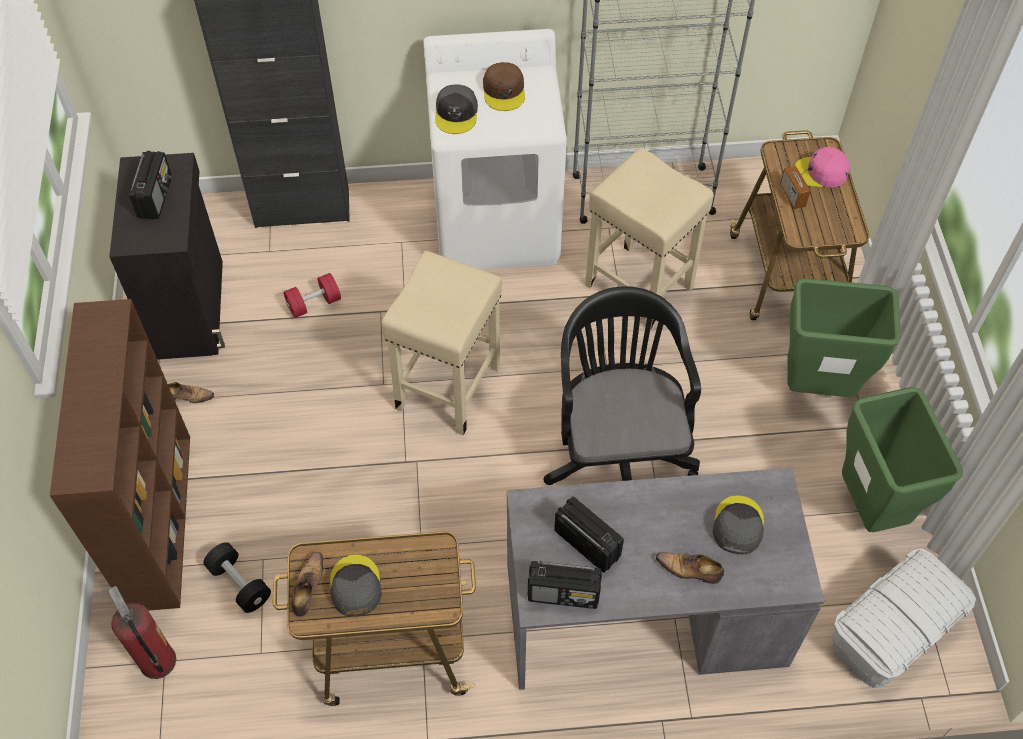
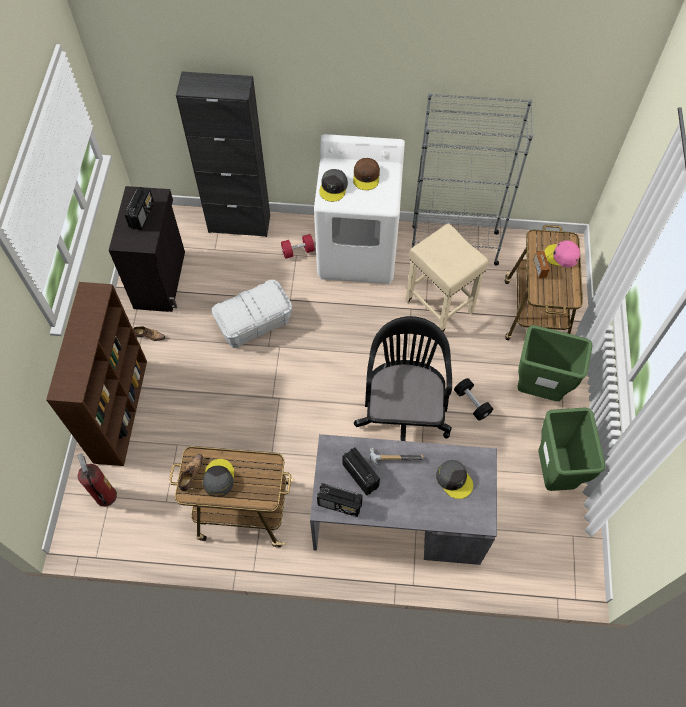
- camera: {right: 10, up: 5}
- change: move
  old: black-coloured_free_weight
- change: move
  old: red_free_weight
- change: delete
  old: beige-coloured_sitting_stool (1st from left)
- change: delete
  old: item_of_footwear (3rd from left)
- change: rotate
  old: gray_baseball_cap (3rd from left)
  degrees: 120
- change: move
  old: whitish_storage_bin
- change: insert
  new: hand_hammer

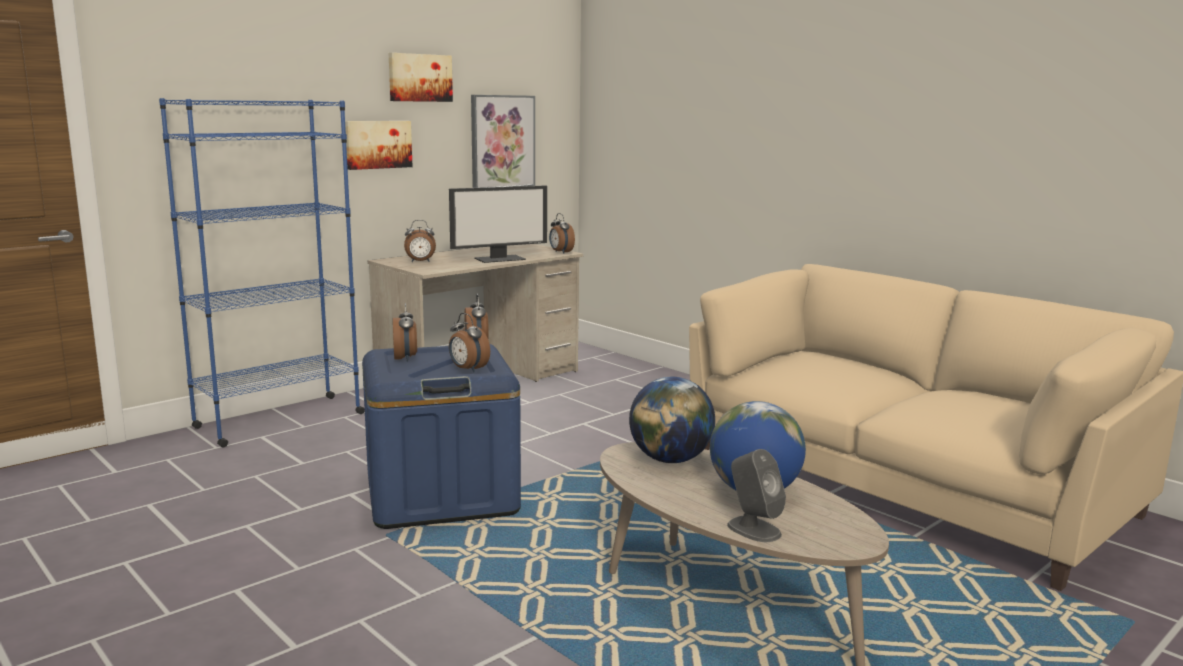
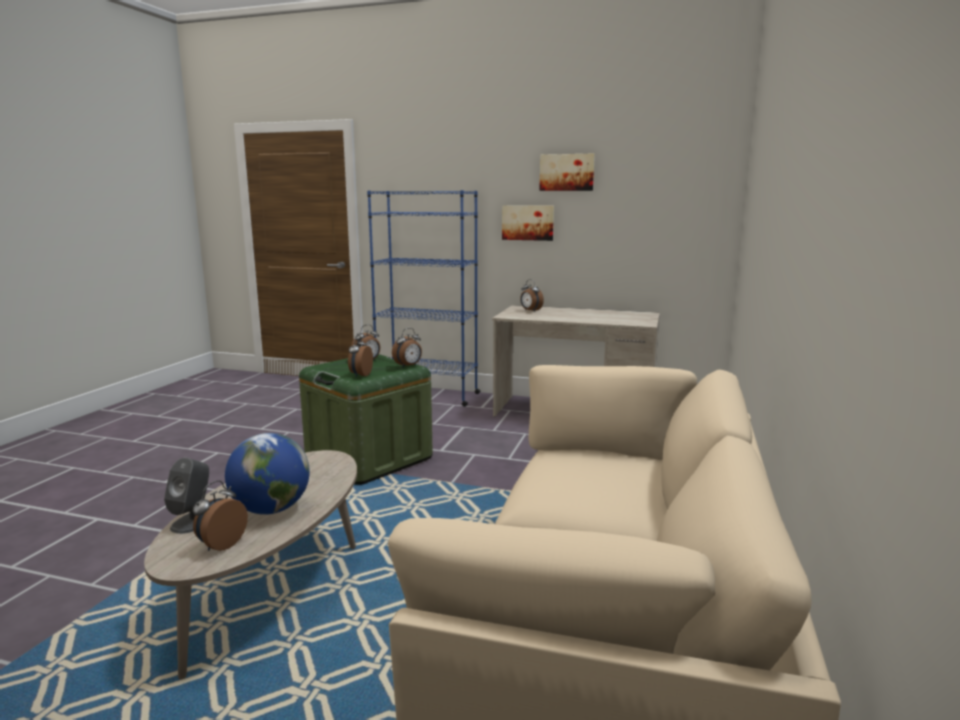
- camera: {right: 60, up: 0}
- change: recolor
  old: blue-coloured_storage_bin
  new: green_storage_bin
- change: delete
  old: computer_screen
- change: delete
  old: picture (3rd from left)
- change: move
  old: alarm_clock (5th from left in the first image)
  new: alarm_clock (1st from left)
- change: delete
  old: globe (1st from left)

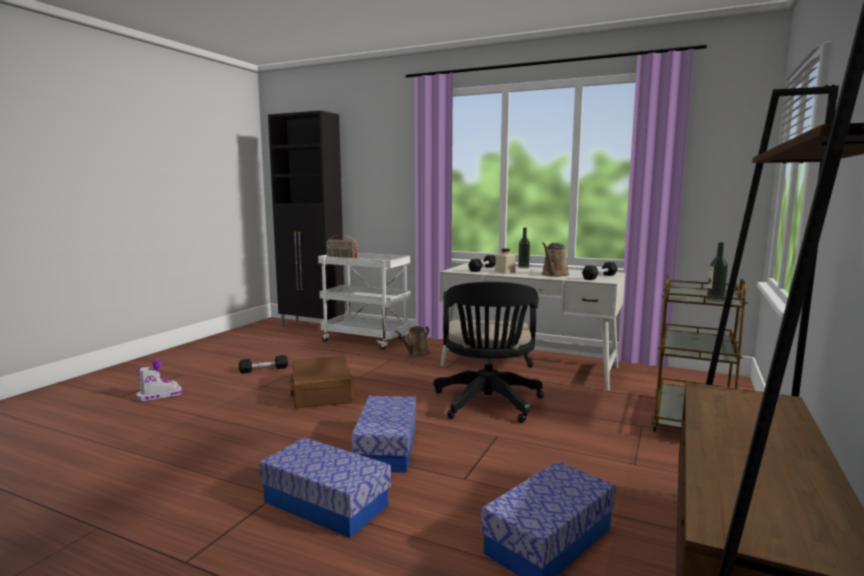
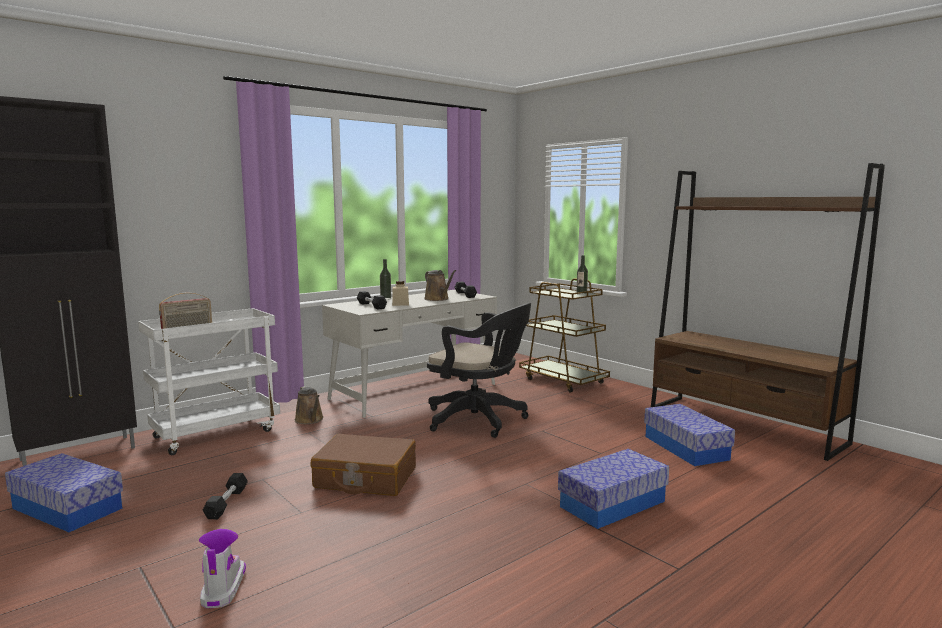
- camera: {right: -65, up: 0}
- change: move
  old: storage_bin (2nd from left in the first image)
  new: storage_bin (1st from left)

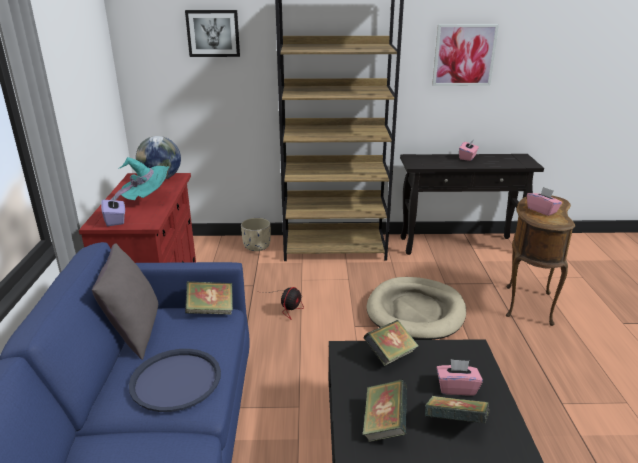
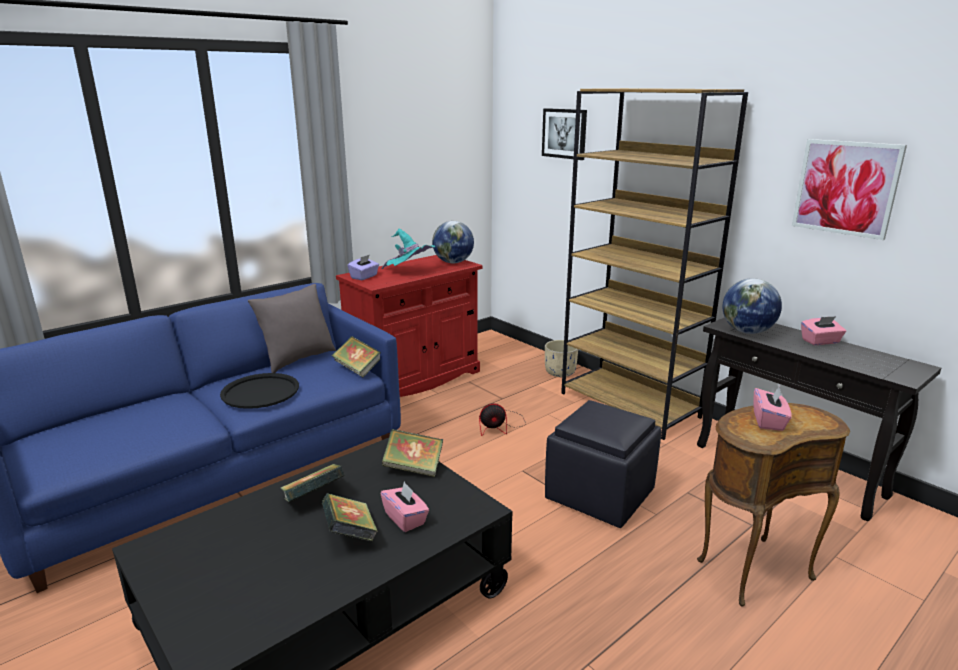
- camera: {right: 50, up: -5}
- change: recolor
  old: blue-coloured_carrying_tray
  new: black-coloured_carrying_tray
- change: replace
  old: beige-coloured_dog_bed
  new: black-coloured_ottoman
- change: insert
  new: globe (2nd from left)

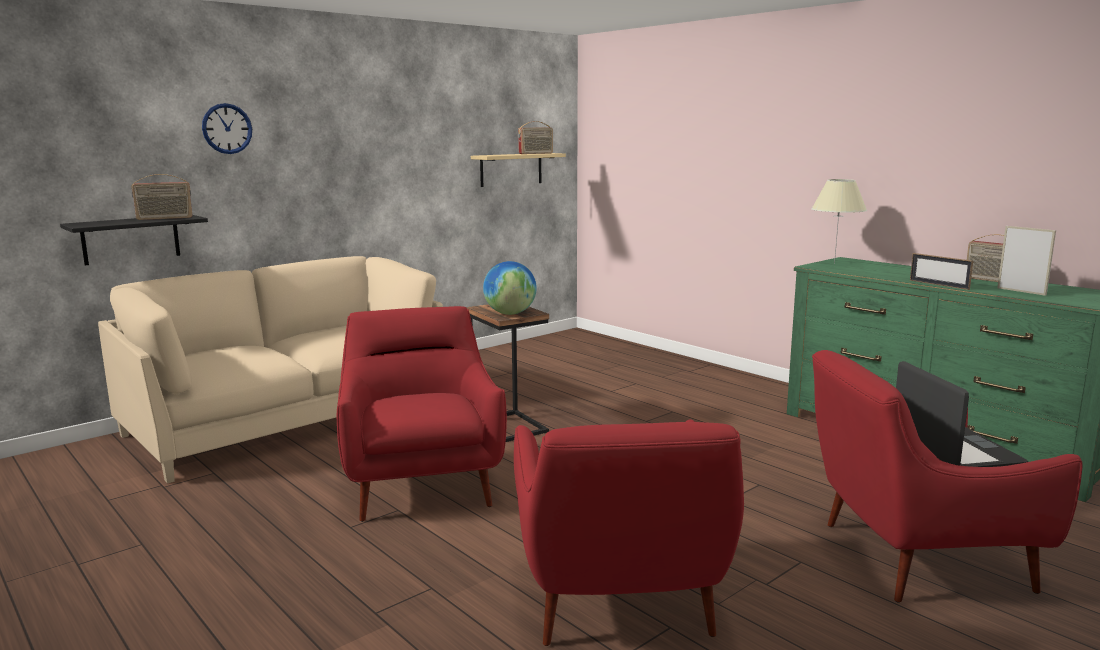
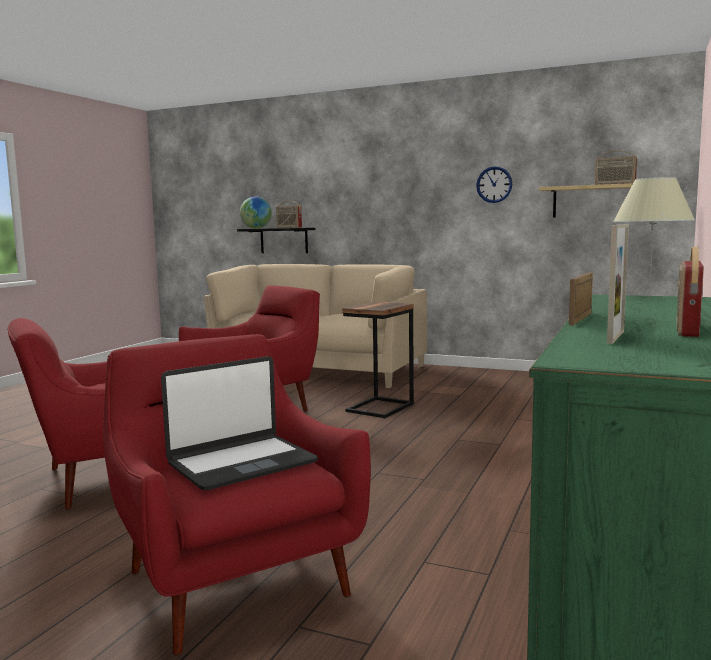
- camera: {right: 65, up: -5}
- change: move
  old: clock_on_the_wall
- change: move
  old: globe

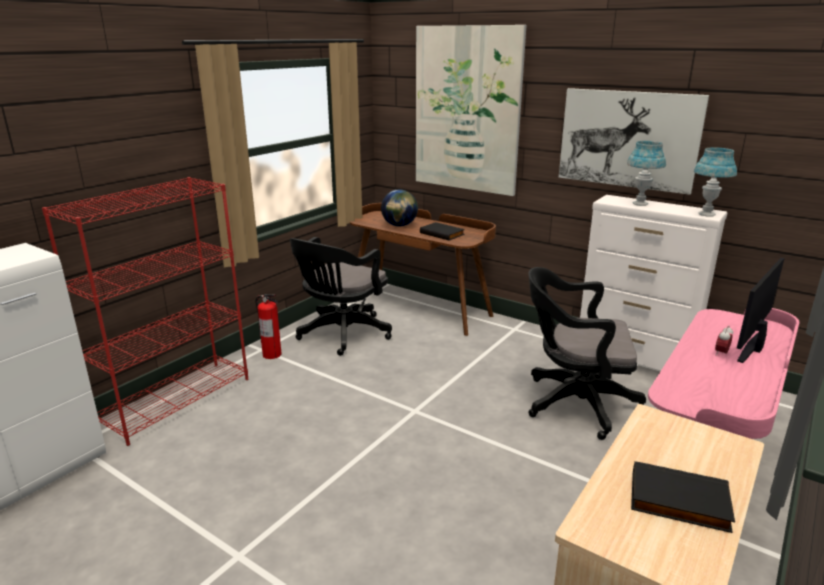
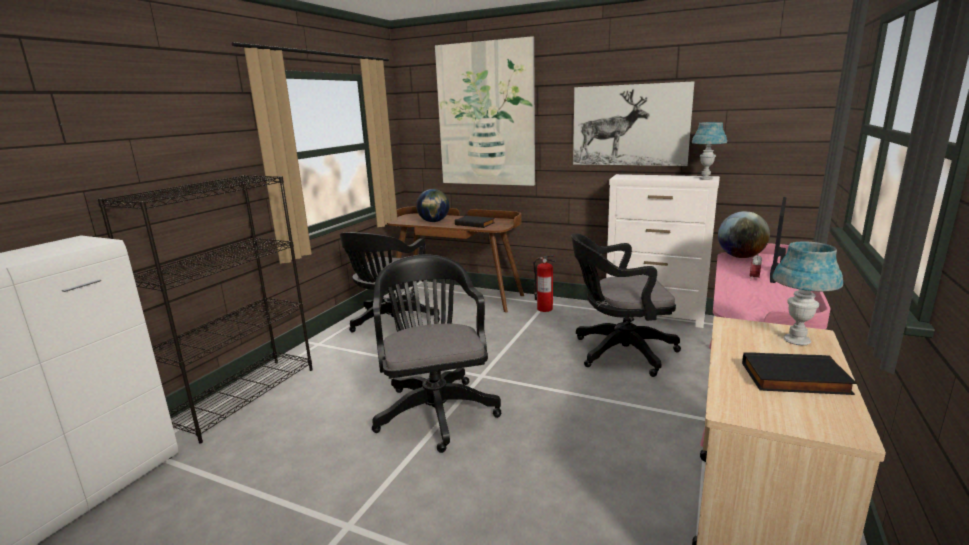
- camera: {right: -10, up: -5}
- change: recolor
  old: red_bookshelf
  new: black-coloured_bookshelf
- change: move
  old: fire-fighting_cylinder
- change: move
  old: blue-coloured_table_lamp (1st from left in the first image)
  new: blue-coloured_table_lamp (2nd from left)
- change: insert
  new: black-coloured_computer_chair (2nd from left)
- change: insert
  new: globe (2nd from left)

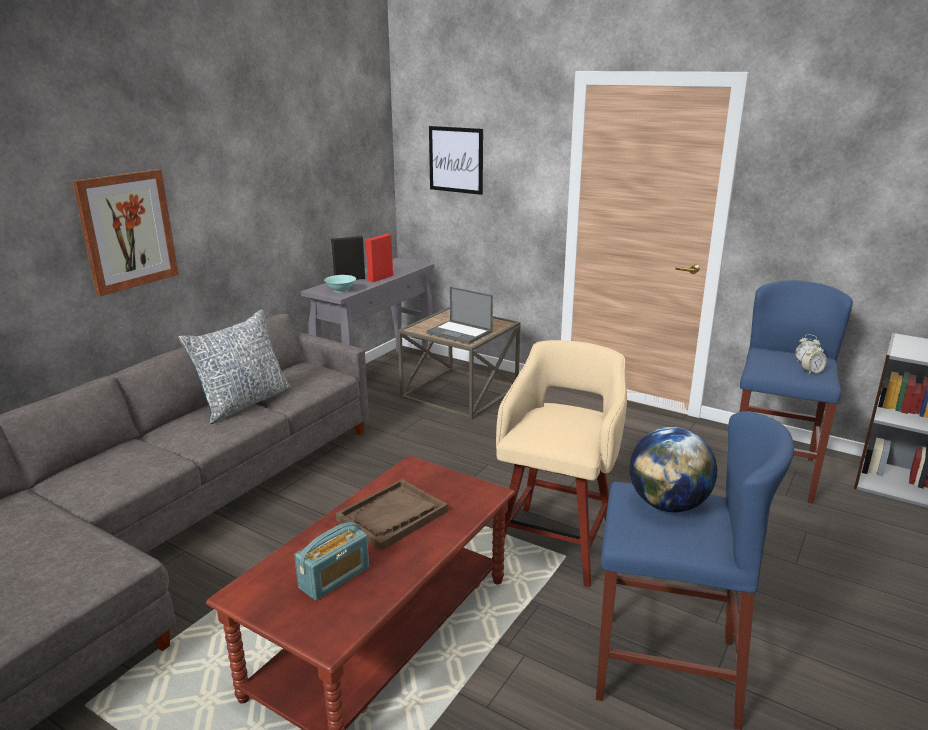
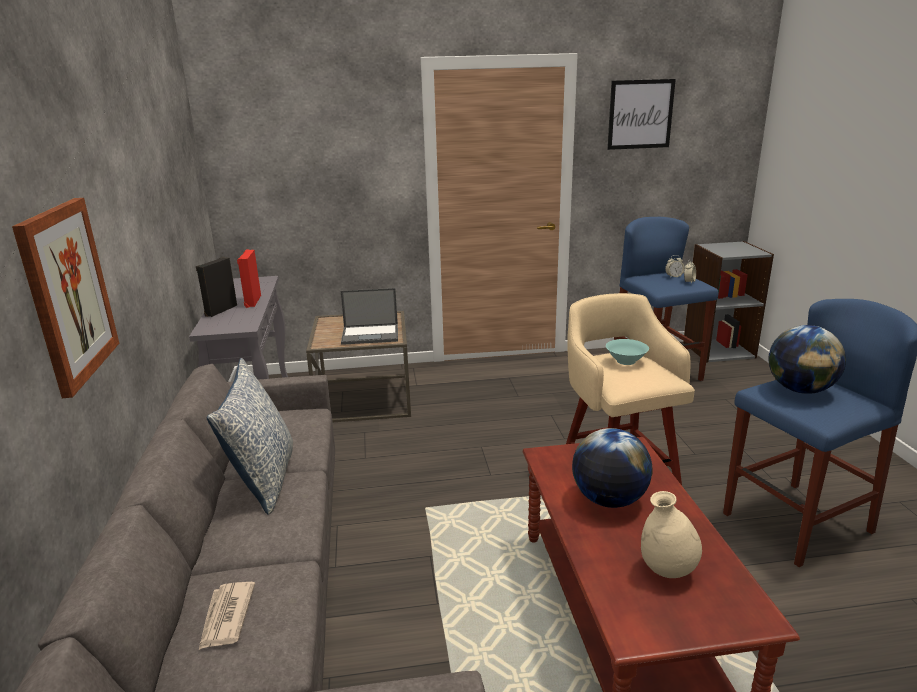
- camera: {right: -40, up: 0}
- change: replace
  old: radio
  new: beige-coloured_vase
- change: move
  old: turquoise_deep_dish
- change: replace
  old: brown_carrying_tray
  new: globe (1st from left)
- change: move
  old: picture (2nd from left)
- change: insert
  new: newspaper

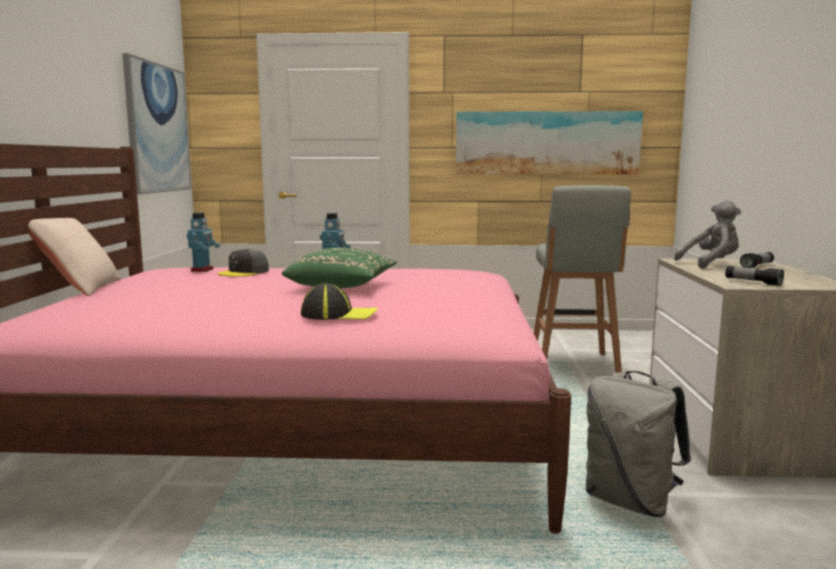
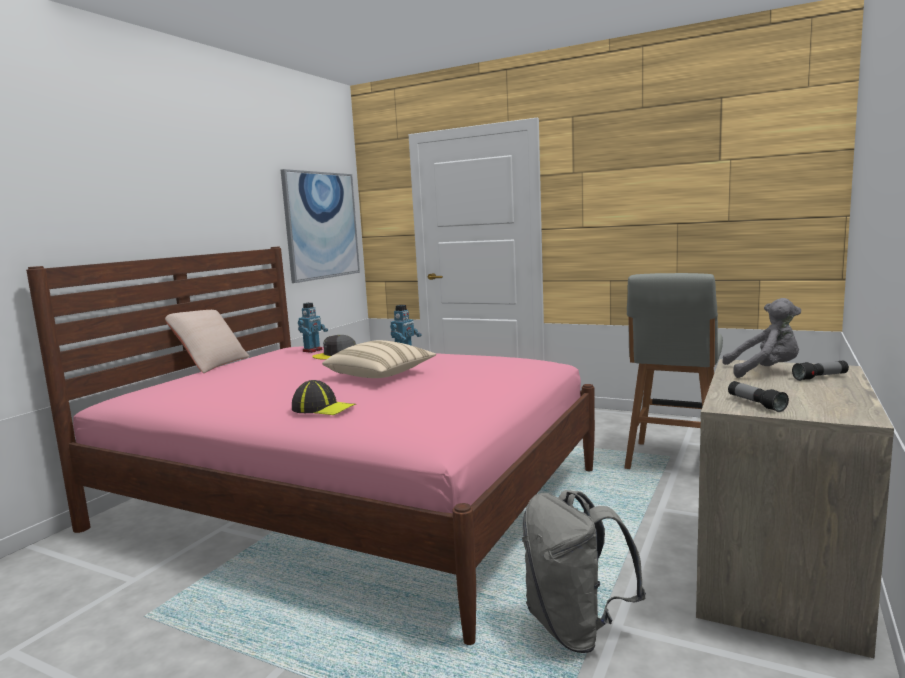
- camera: {right: 25, up: 0}
- change: recolor
  old: green_throw_pillow
  new: beige-coloured_throw_pillow (2nd from left)
- change: delete
  old: picture (2nd from left)

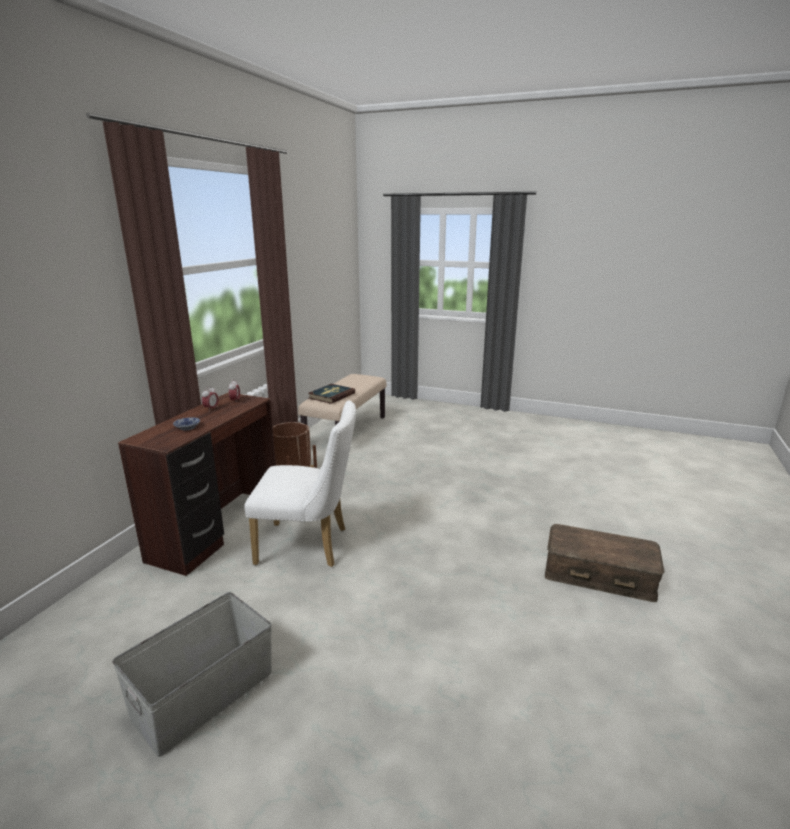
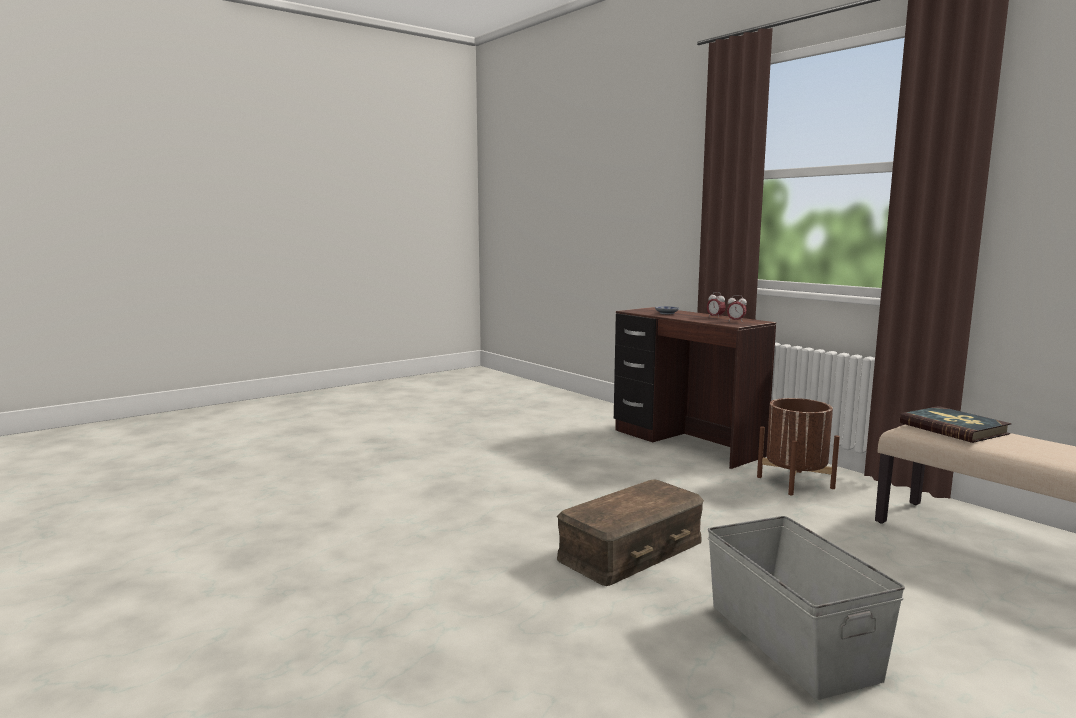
- camera: {right: 120, up: -10}
- change: move
  old: gray_storage_bin
- change: delete
  old: whitish_plain_chair
- change: move
  old: brown_storage_bin

